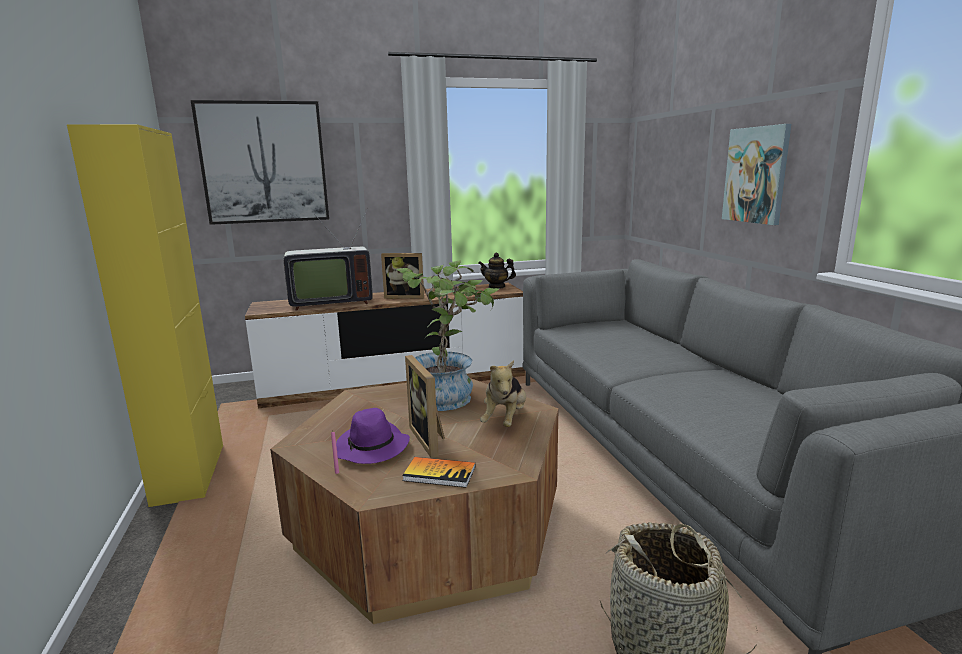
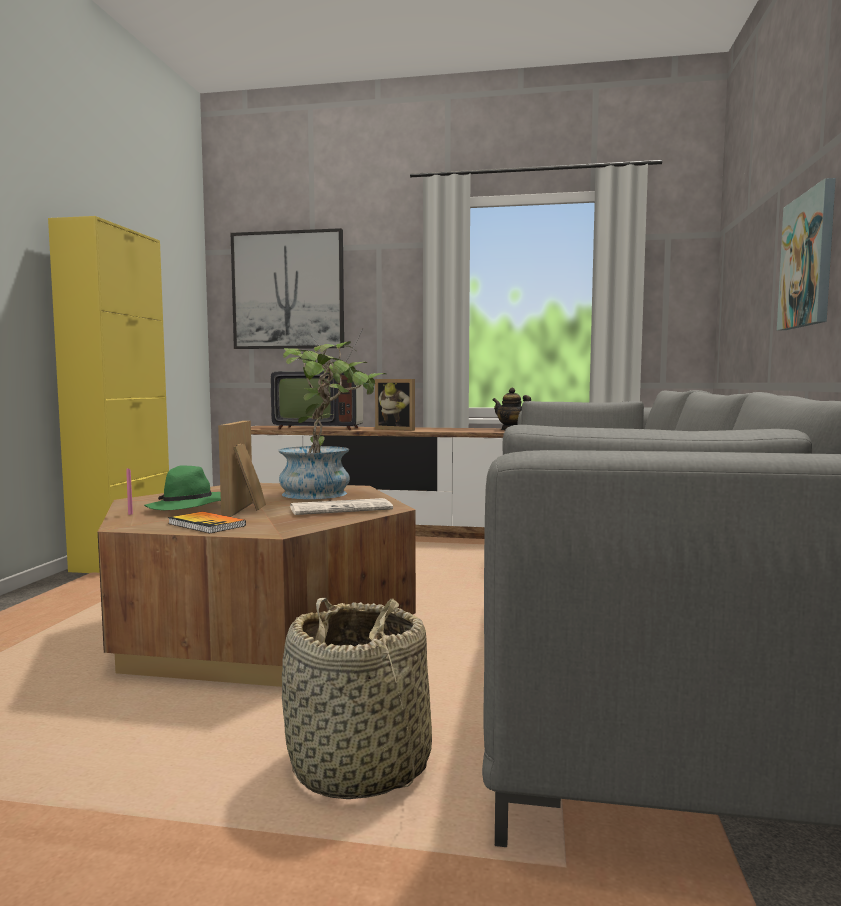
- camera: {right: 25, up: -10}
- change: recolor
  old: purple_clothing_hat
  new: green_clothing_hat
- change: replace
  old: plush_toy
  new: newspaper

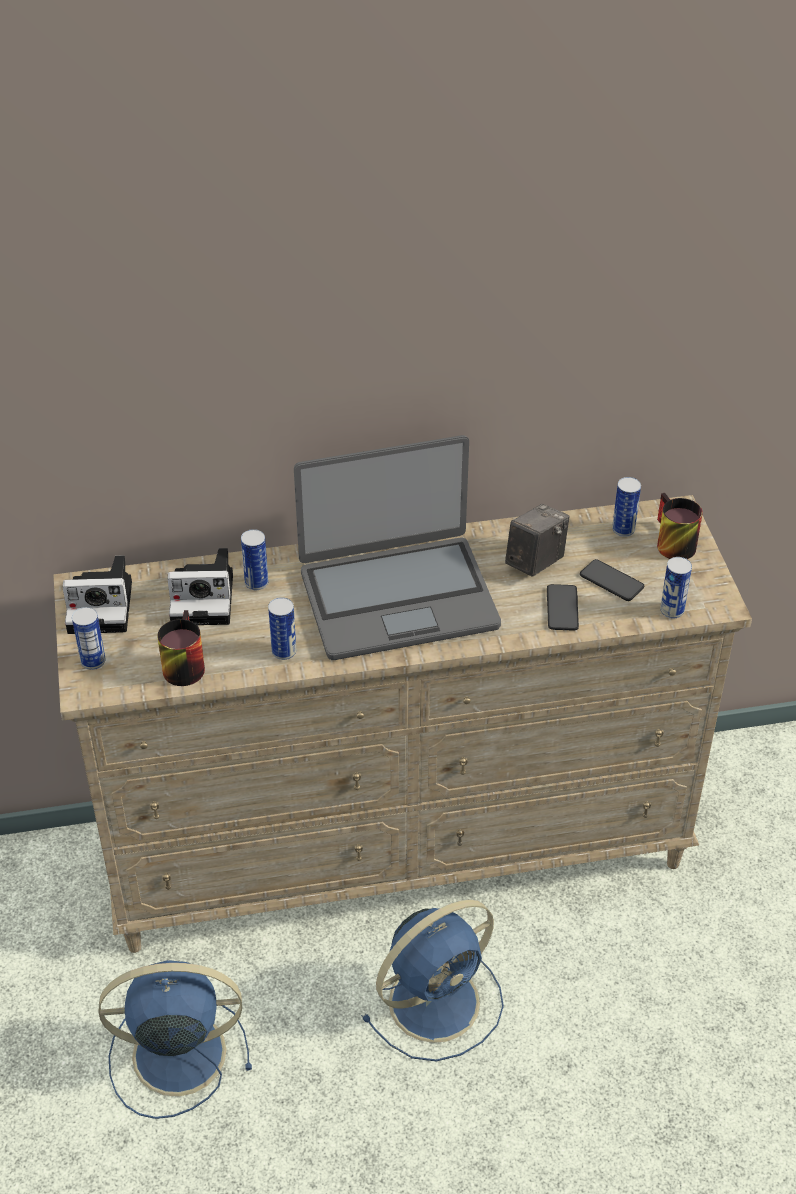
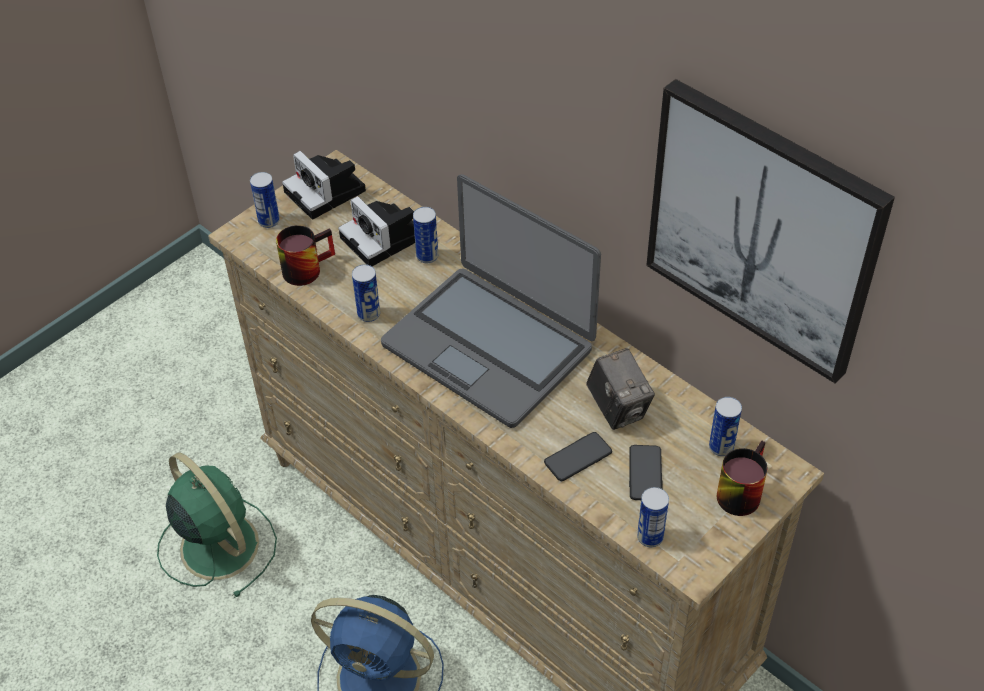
- camera: {right: 55, up: 5}
- change: recolor
  old: blue-coloured_cooling_fan (1st from left)
  new: green_cooling_fan
- change: rotate
  old: photo_camera (3rd from left)
  degrees: 60
- change: insert
  new: picture

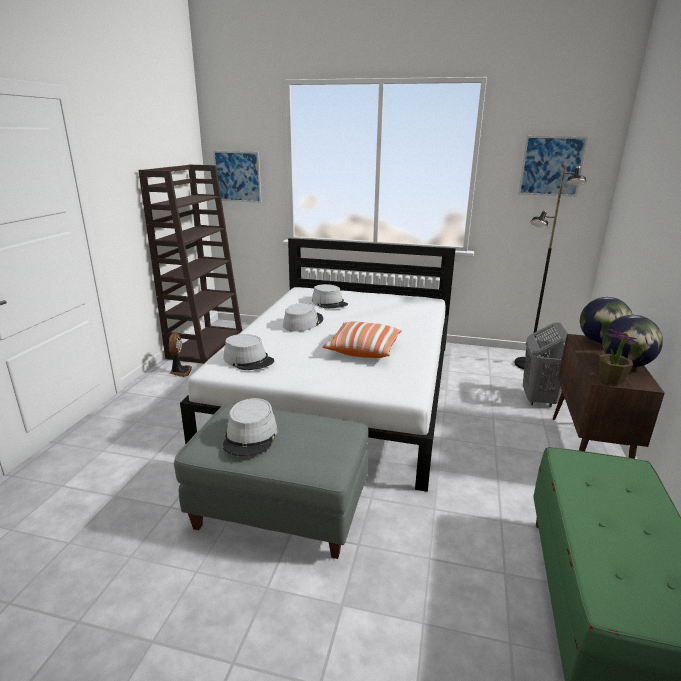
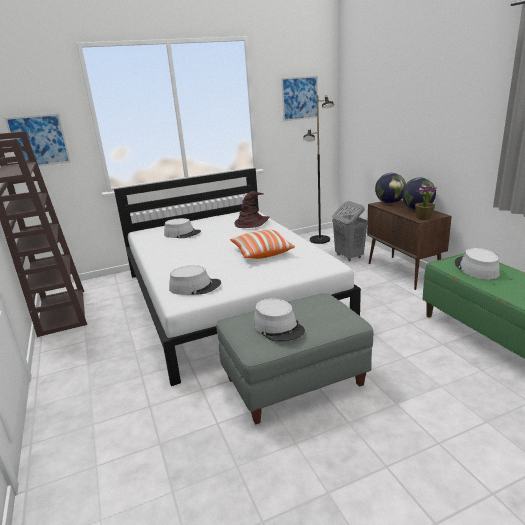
- camera: {right: -35, up: 0}
- change: delete
  old: cooling_fan
- change: move
  old: gray_clothing_hat (3rd from left in the first image)
  new: gray_clothing_hat (4th from left)
- change: insert
  new: brown_clothing_hat

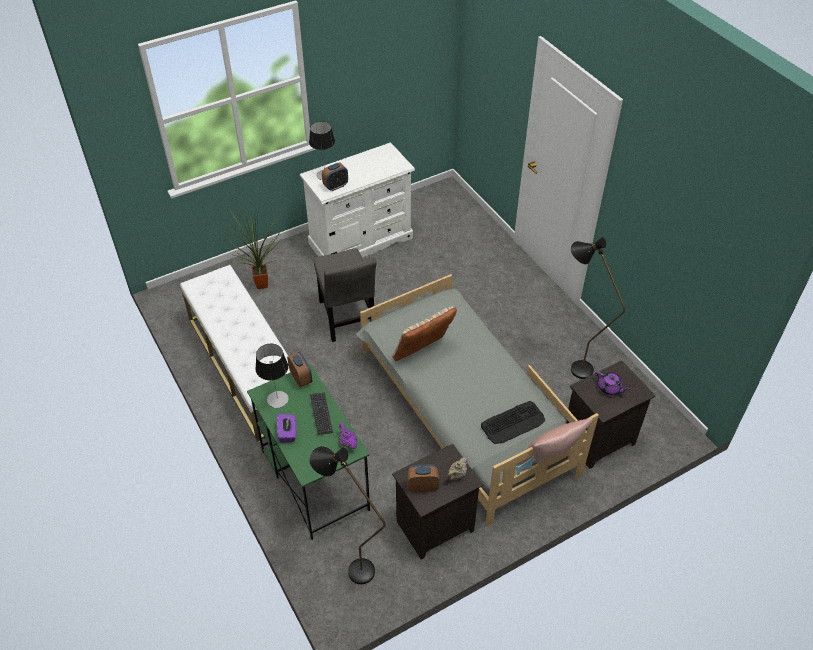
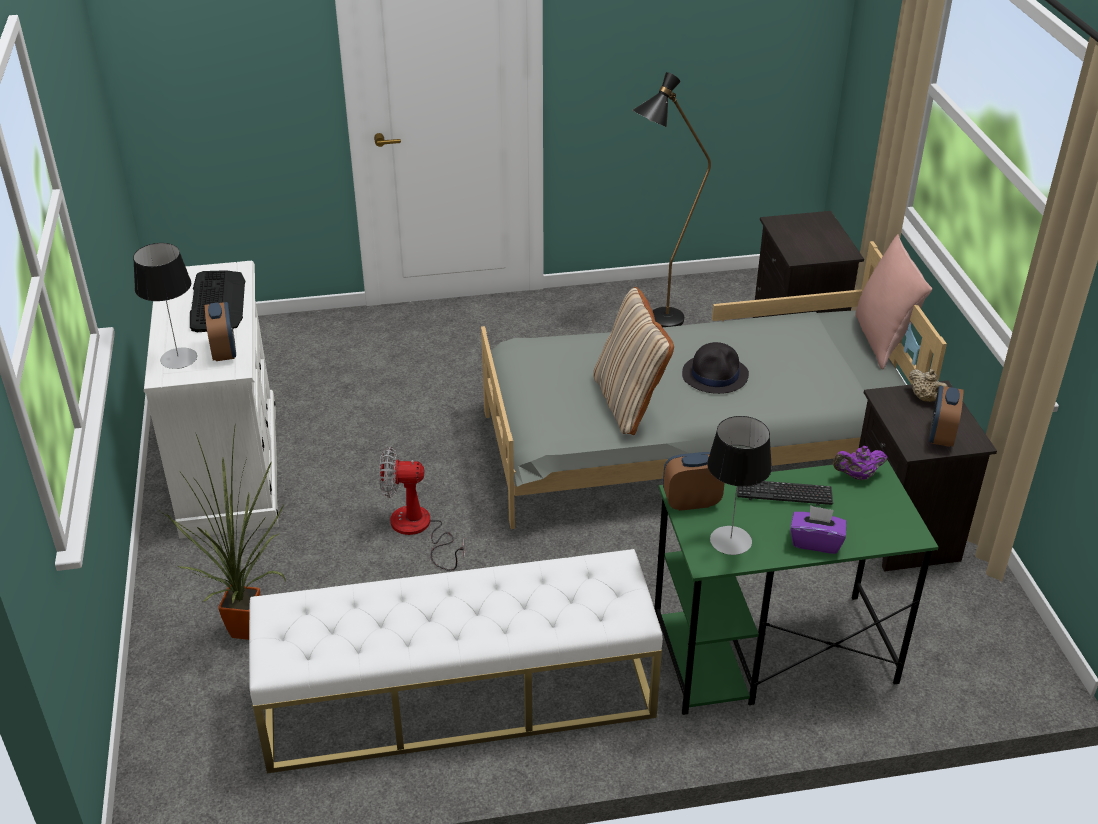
- camera: {right: -70, up: -10}
- change: delete
  old: black-coloured_standing_lamp (1st from left)
- change: replace
  old: gray_plain_chair
  new: cooling_fan
- change: move
  old: computer_keyboard (2nd from left in the first image)
  new: computer_keyboard (1st from left)
- change: delete
  old: purple_teapot (2nd from left)
- change: insert
  new: black-coloured_clothing_hat

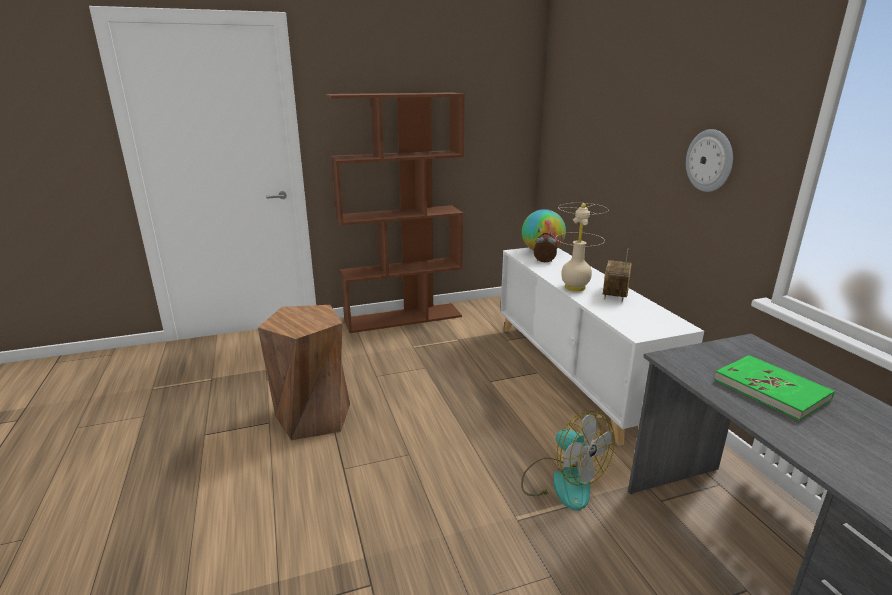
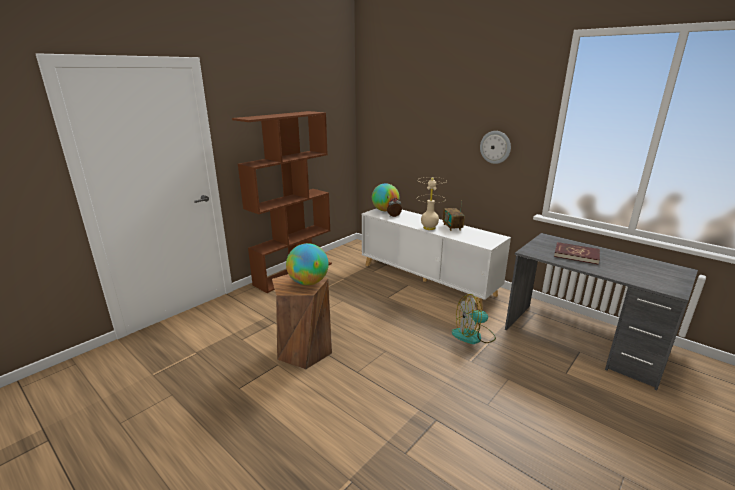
- camera: {right: -30, up: 0}
- change: rotate
  old: cooling_fan
  degrees: 150
- change: recolor
  old: green_volume
  new: red_volume
- change: insert
  new: globe (1st from left)

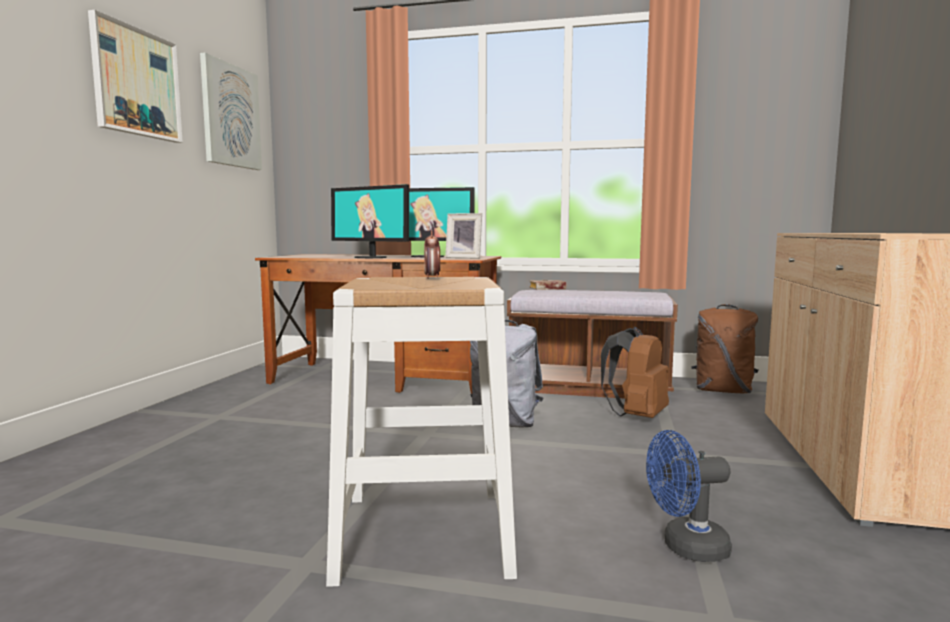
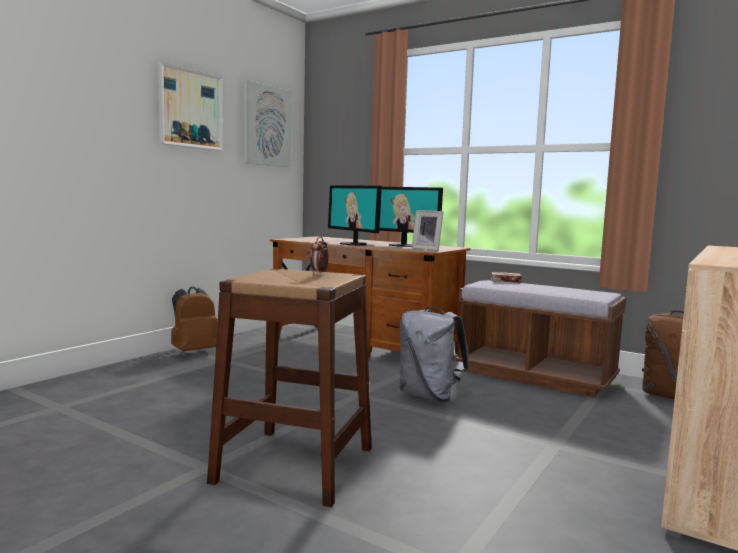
- camera: {right: 20, up: 0}
- change: recolor
  old: whitish_sitting_stool
  new: brown_sitting_stool
- change: move
  old: brown_backpack (1st from left)
- change: delete
  old: blue-coloured_cooling_fan

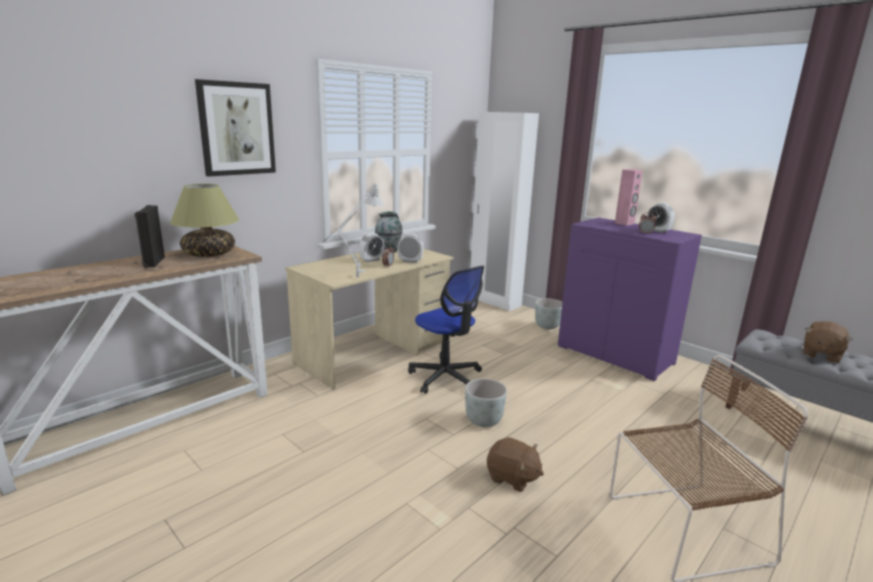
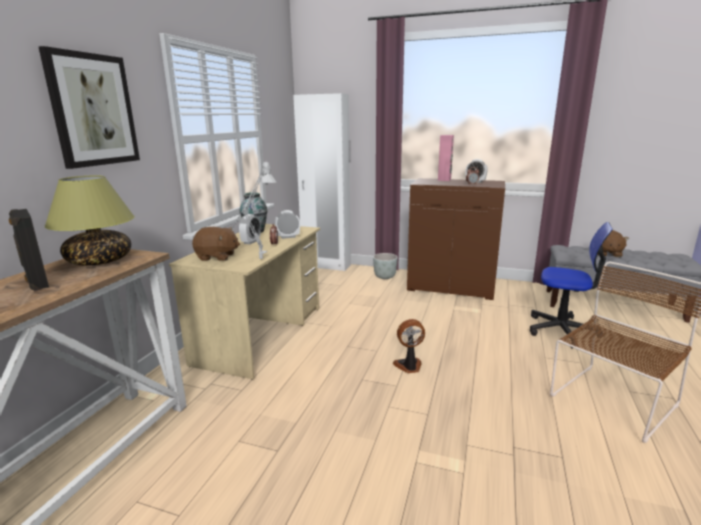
- camera: {right: -25, up: 0}
- change: move
  old: computer_chair
- change: replace
  old: gray_planter (1st from left)
  new: cooling_fan
- change: move
  old: brown_plush_toy (1st from left)
- change: recolor
  old: purple_cabinet
  new: brown_cabinet

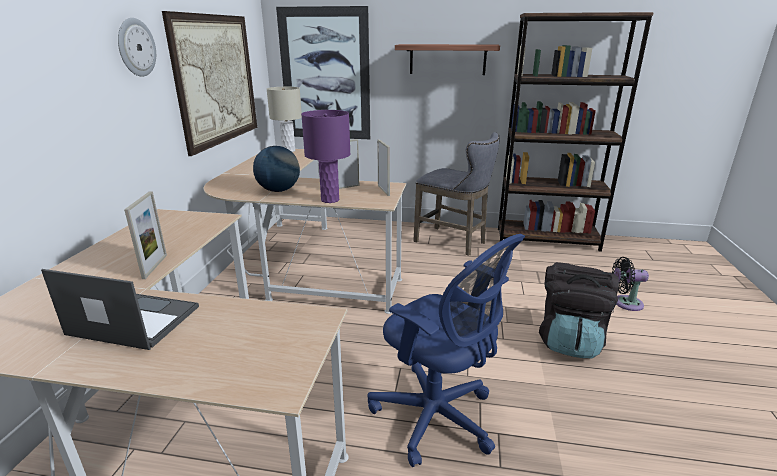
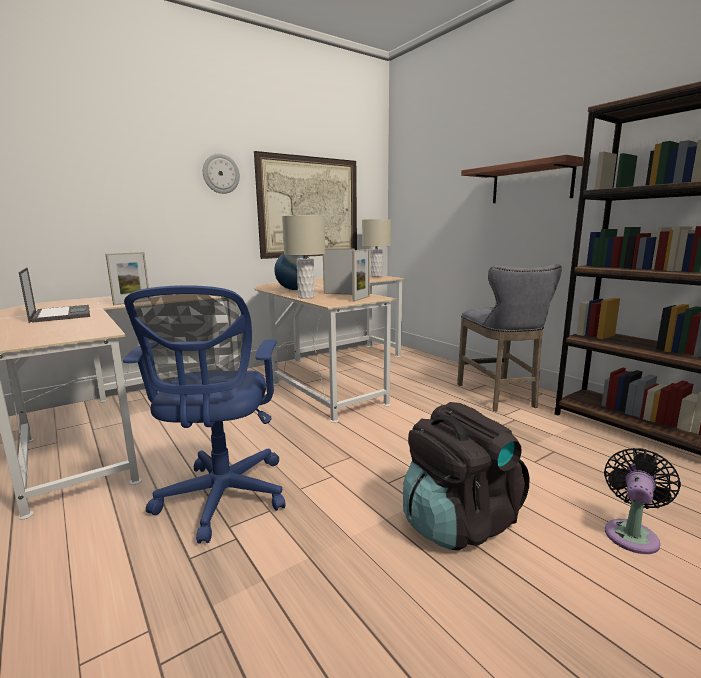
- camera: {right: 45, up: -10}
- change: delete
  old: picture (2nd from left)
- change: recolor
  old: purple_table_lamp
  new: beige-coloured_table_lamp (1st from left)
- change: rotate
  old: black-coloured_cooling_fan
  degrees: 75

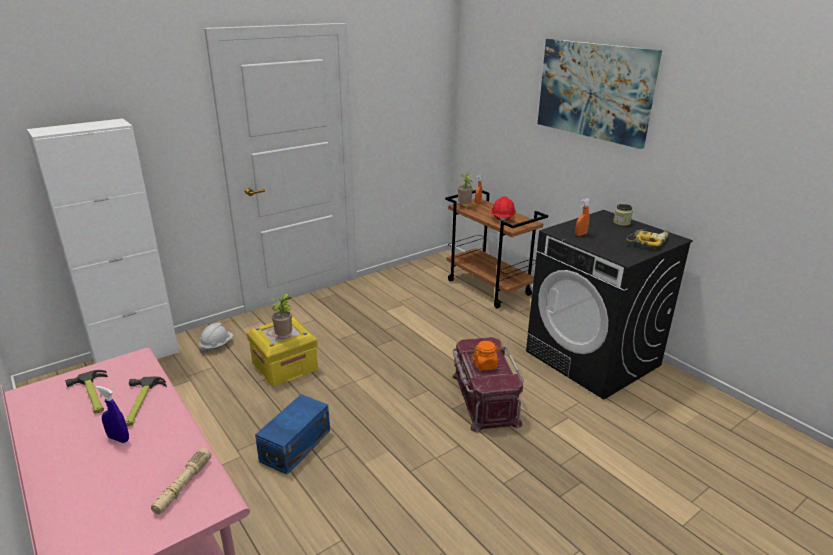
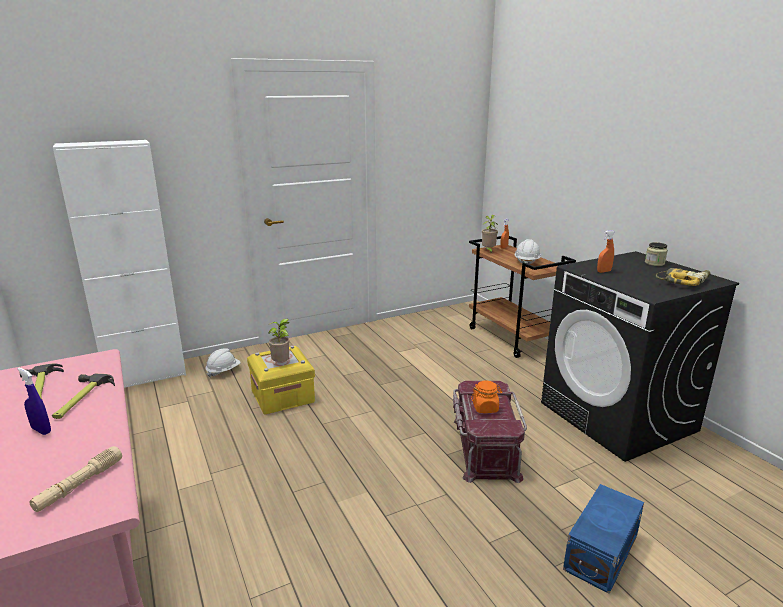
- camera: {right: 10, up: -5}
- change: move
  old: blue-coloured_storage_bin
- change: recolor
  old: red_work_helmet
  new: whitish_work_helmet (2nd from left)
- change: delete
  old: picture

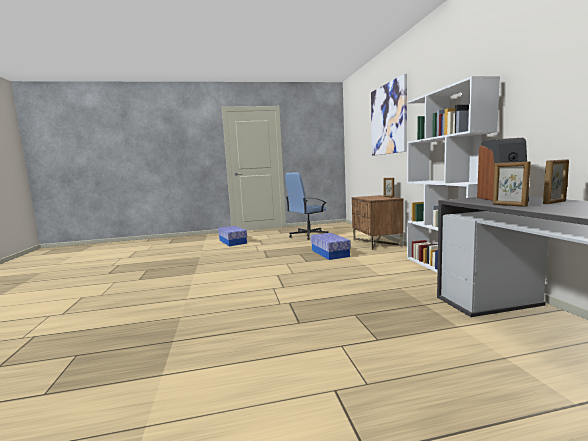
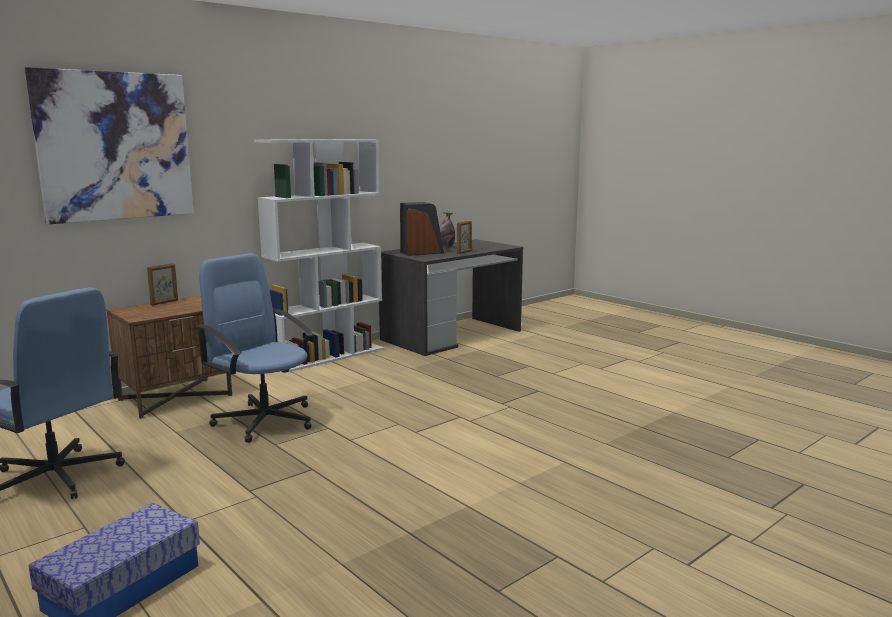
- camera: {right: -120, up: 5}
- change: replace
  old: storage_bin (2nd from left)
  new: blue-coloured_computer_chair (2nd from left)
- change: replace
  old: standing_frame (3rd from left)
  new: beverage_bottle

